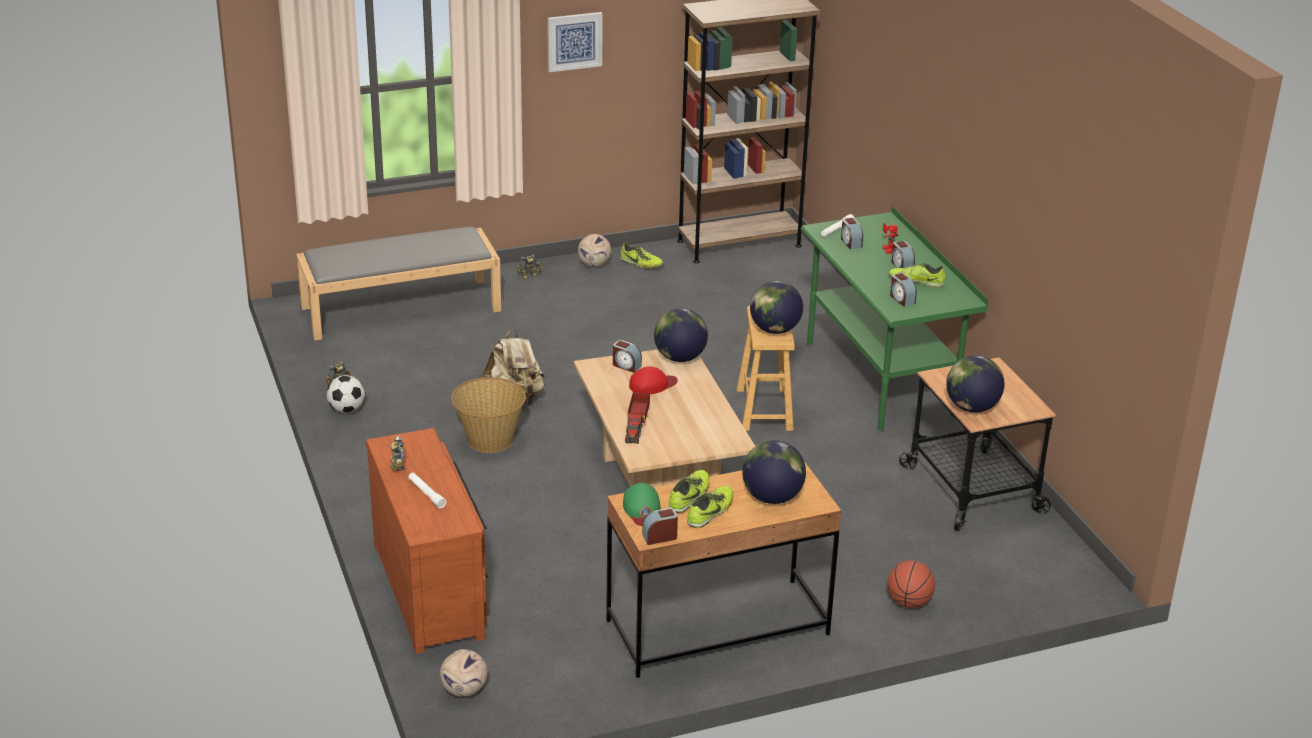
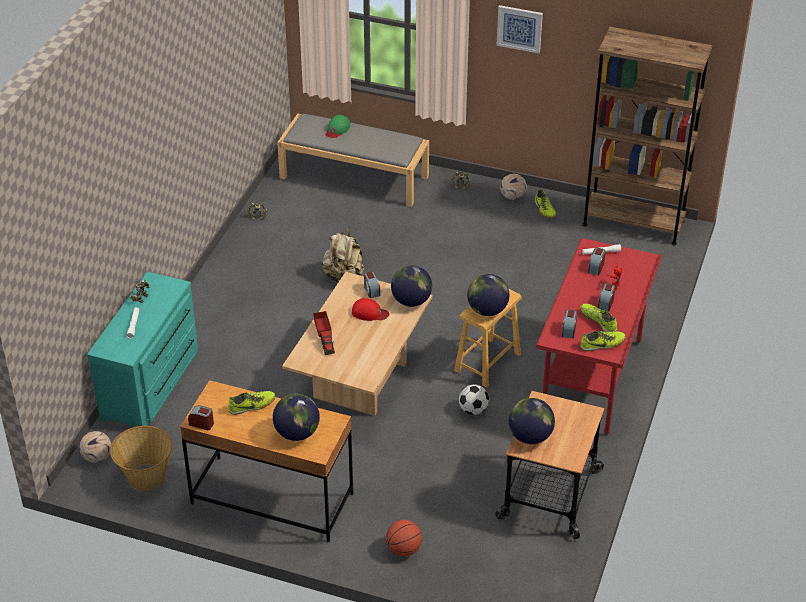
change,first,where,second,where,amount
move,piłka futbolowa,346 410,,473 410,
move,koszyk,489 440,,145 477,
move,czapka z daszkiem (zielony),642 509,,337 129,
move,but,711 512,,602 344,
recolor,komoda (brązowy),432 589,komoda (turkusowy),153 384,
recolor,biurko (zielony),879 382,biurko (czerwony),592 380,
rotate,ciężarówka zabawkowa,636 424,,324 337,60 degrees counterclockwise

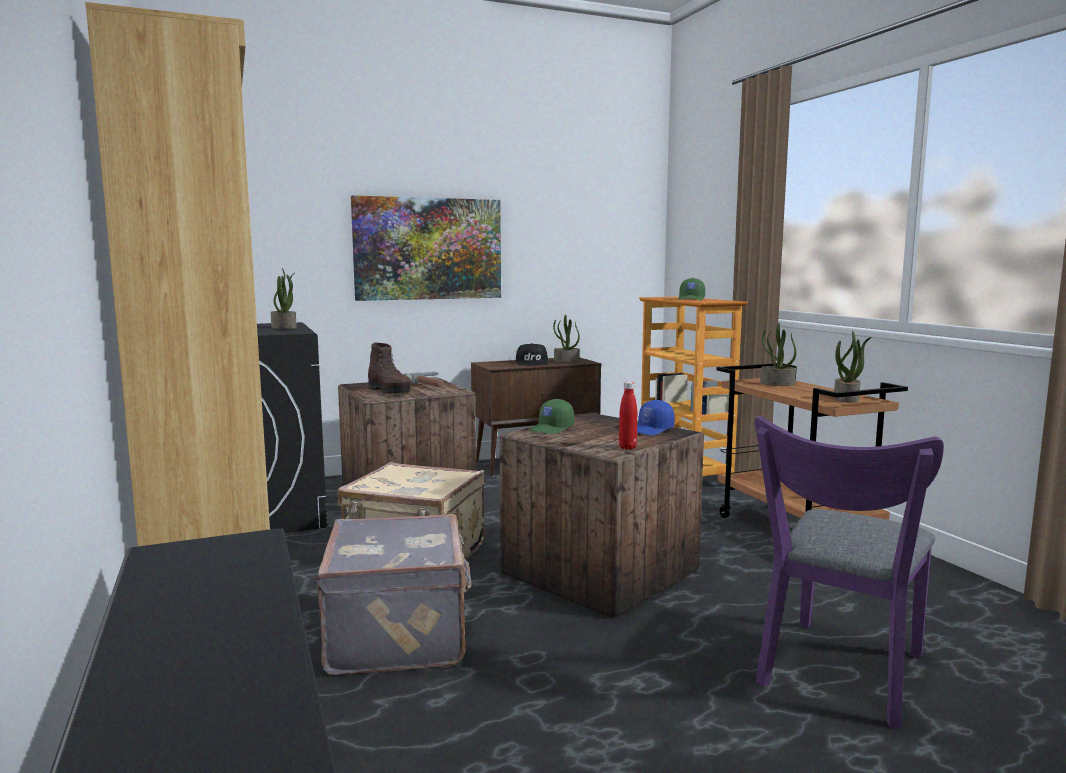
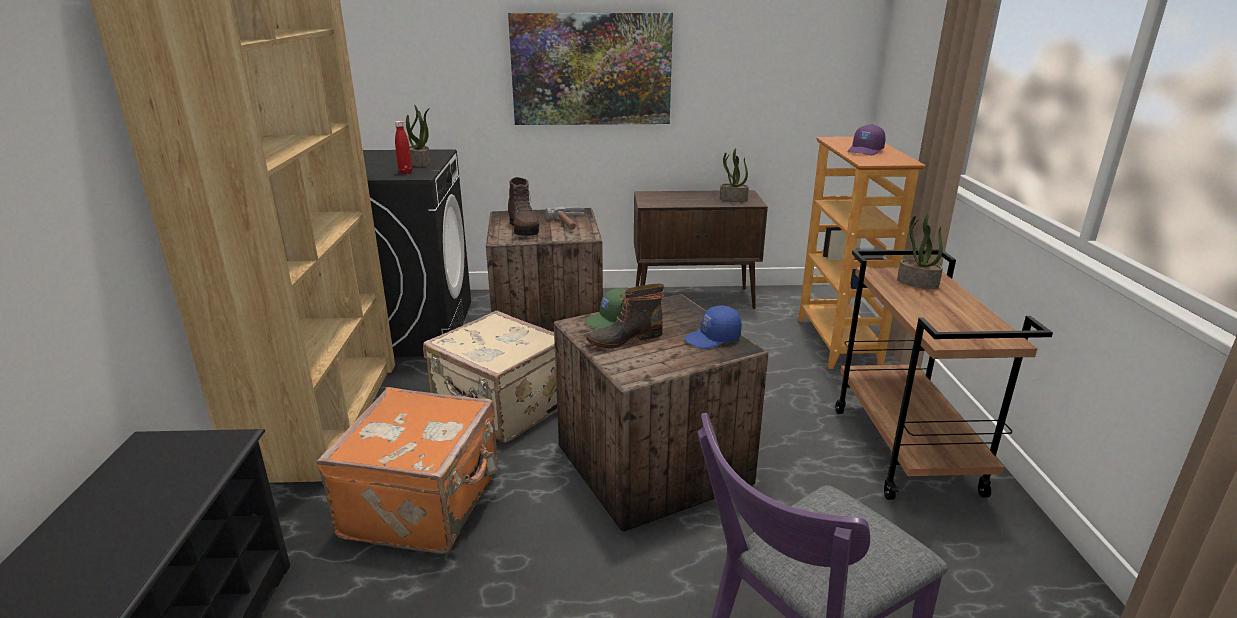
change,first,where,second,where,amount
delete,czapka z daszkiem (czarny),532 362,,,
delete,roślina doniczkowa,847 399,,,
insert,,,but z cholewką,624 338,
move,butelka (czerwony),627 447,,405 172,
recolor,walizka (szary),400 634,walizka (pomarańczowy),425 503,
recolor,czapka z daszkiem (zielony),691 299,czapka z daszkiem (fioletowy),865 151,

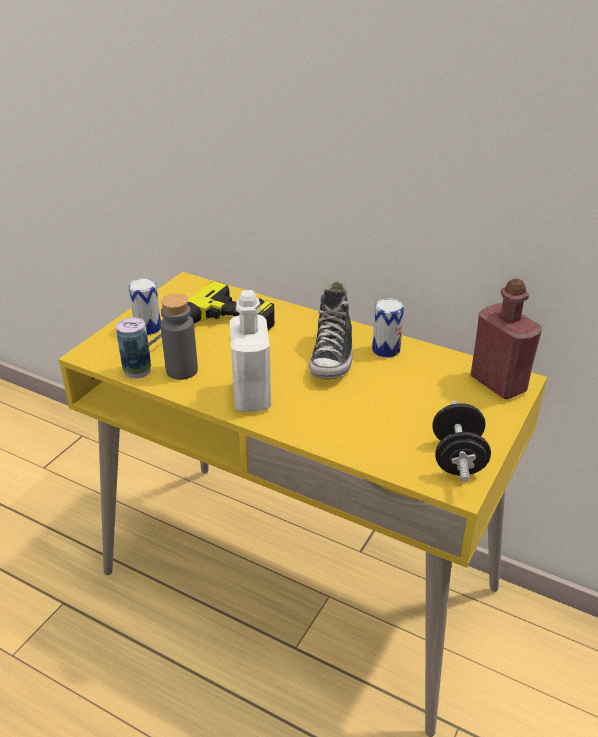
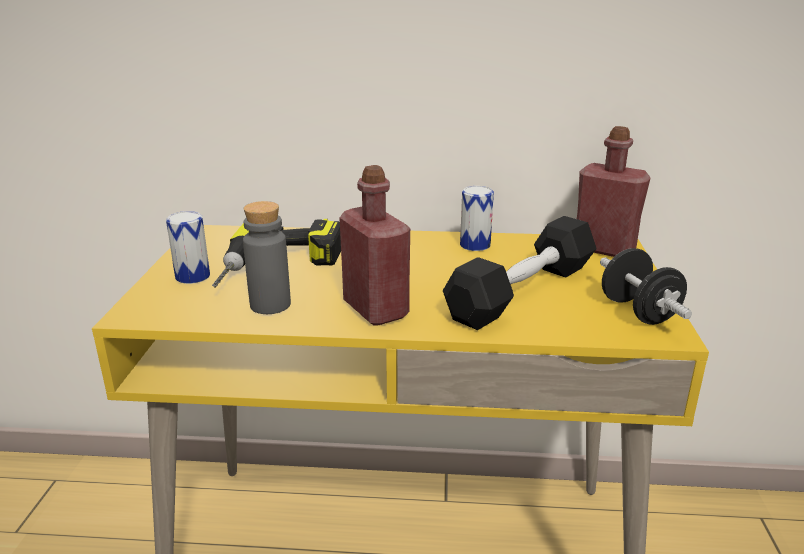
change,first,where,second,where,amount
delete,puszka,137 370,,,
delete,but,332 356,,,
insert,,,hantel (czarny),523 291,
recolor,butelka (biały),251 396,butelka (czerwony),375 309,

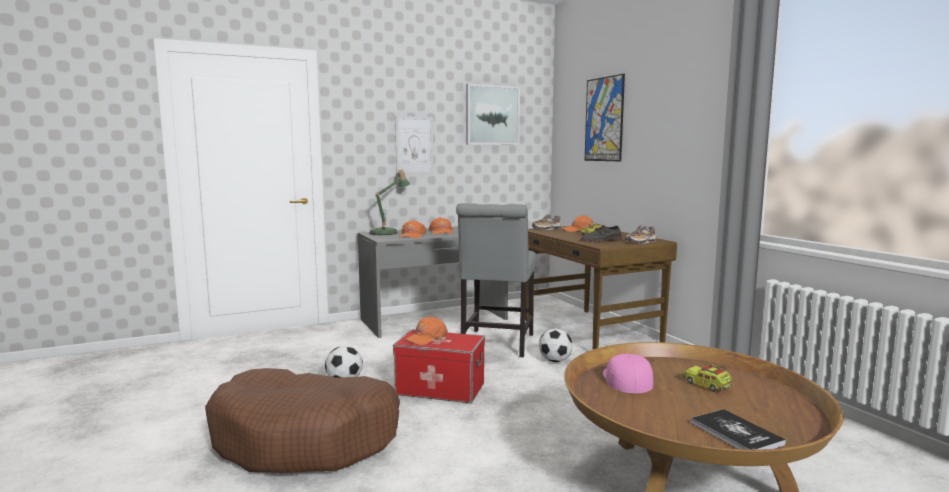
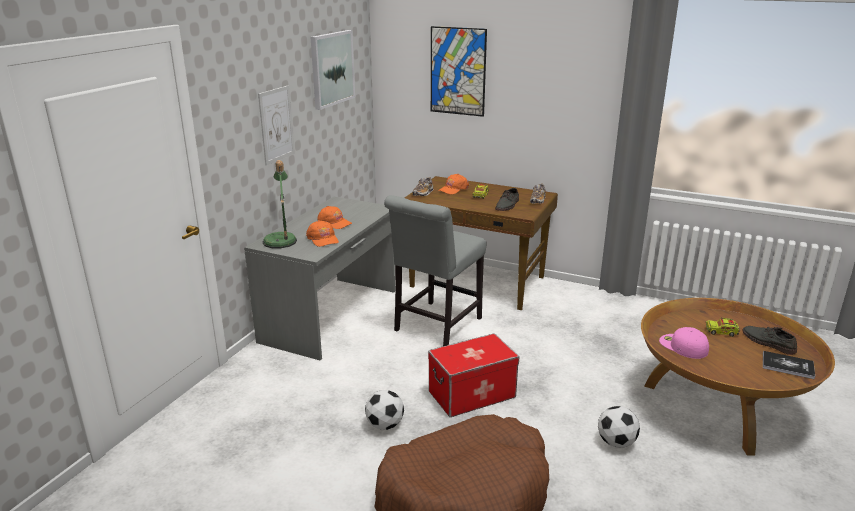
change,first,where,second,where,amount
delete,czapka z daszkiem (pomarańczowy),426 338,,,
insert,,,but (szary),768 342,
move,piłka futbolowa,555 361,,616 442,
rotate,krzesło (szary),496 345,,435 326,60 degrees clockwise

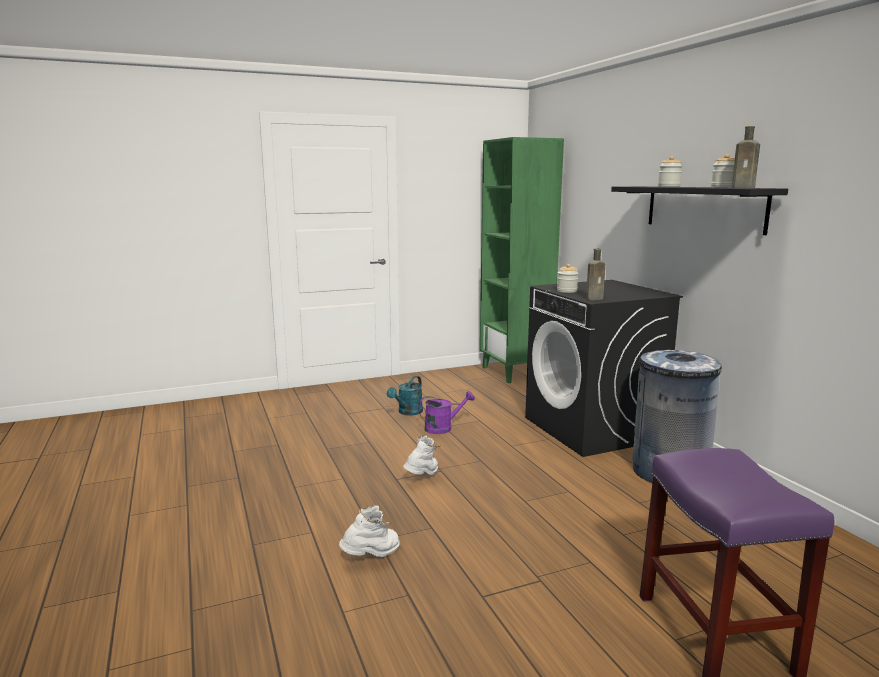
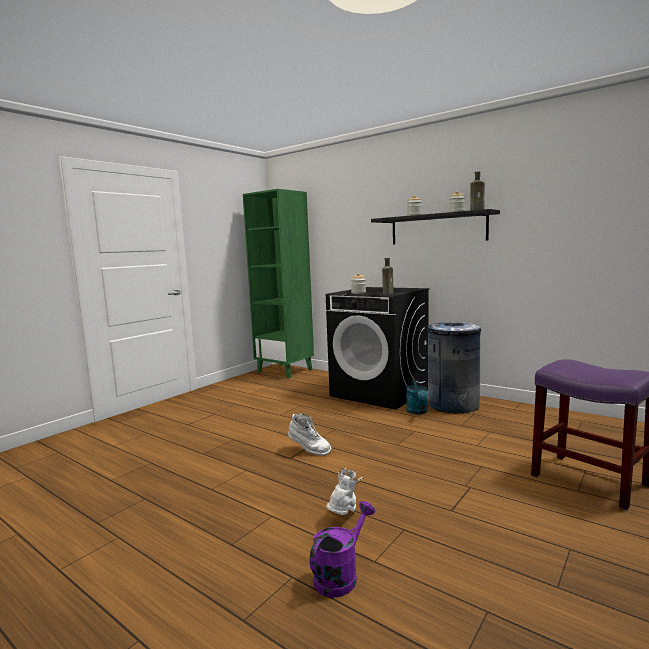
change,first,where,second,where,amount
move,konewka (turkusowy),408 412,,418 412,
move,konewka (fioletowy),443 428,,340 575,
rotate,but z cholewką (biały),423 477,,308 451,120 degrees clockwise

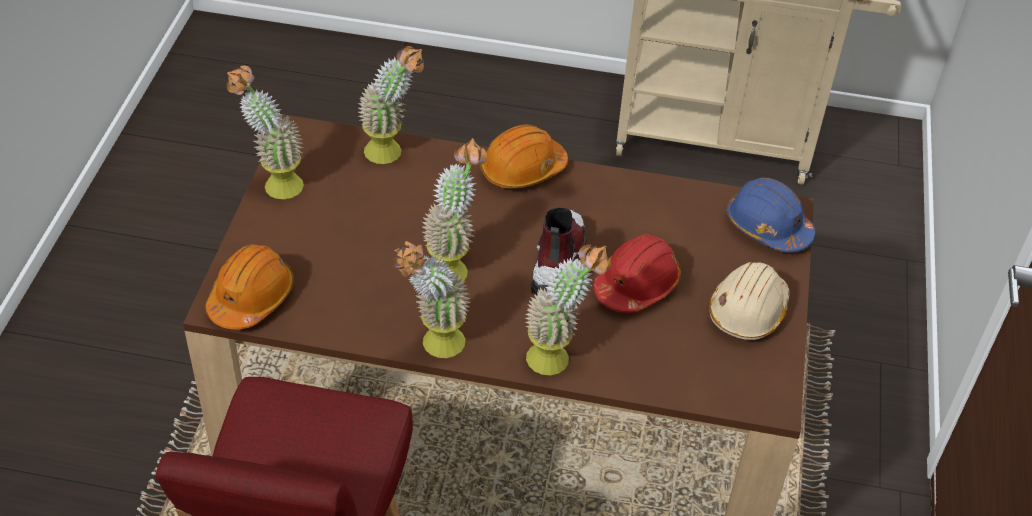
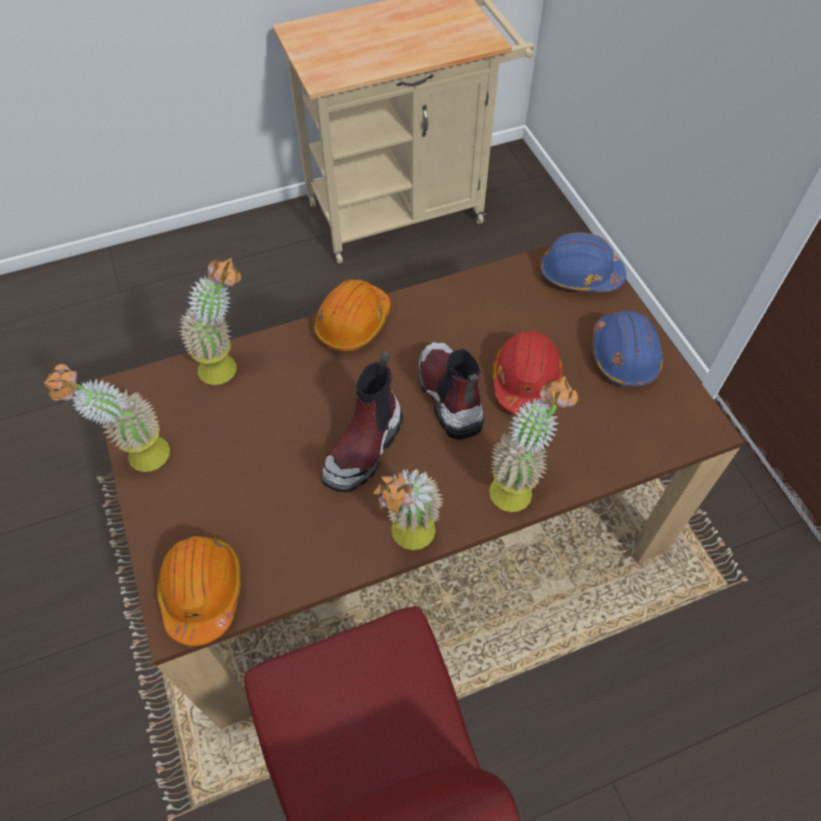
change,first,where,second,where,amount
replace,roślina doniczkowa,453 265,but z cholewką,364 448,
recolor,kask (beżowy),748 311,kask (niebieski),623 356,

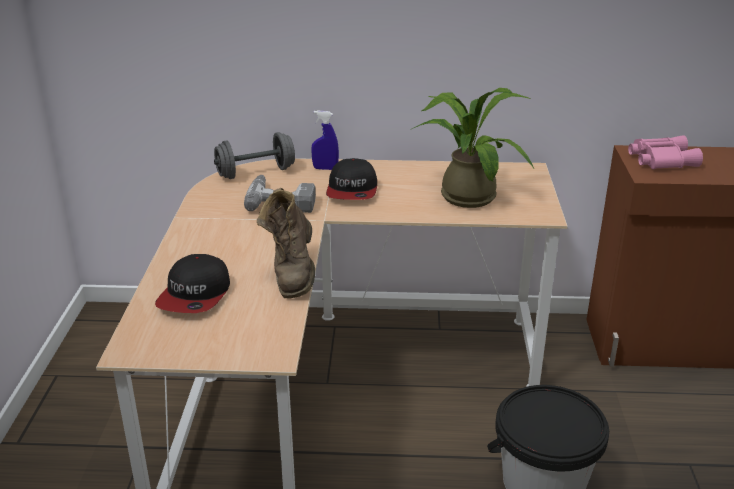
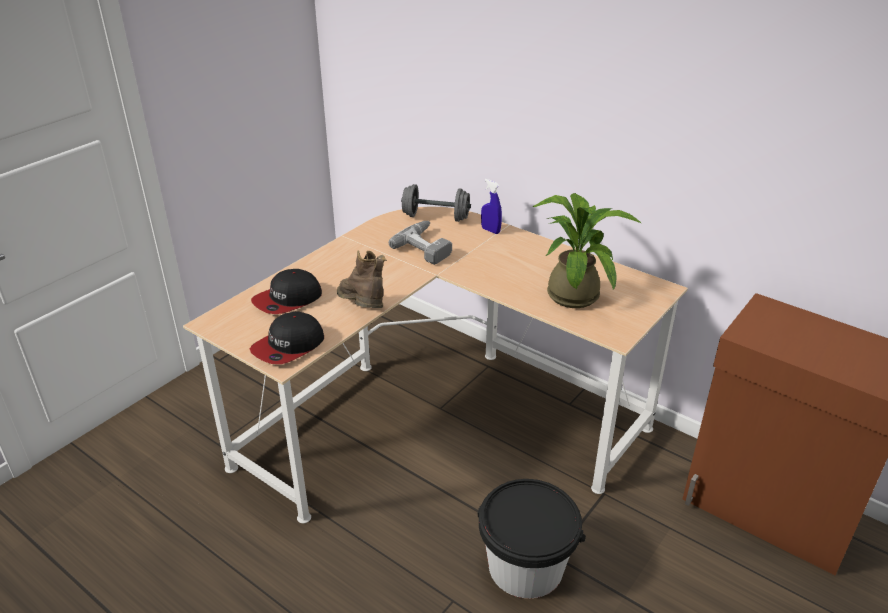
change,first,where,second,where,amount
delete,lornetka (różowy),660 160,,,
move,czapka z daszkiem,352 190,,289 346,
rotate,but z cholewką (brązowy),293 274,,364 310,120 degrees clockwise

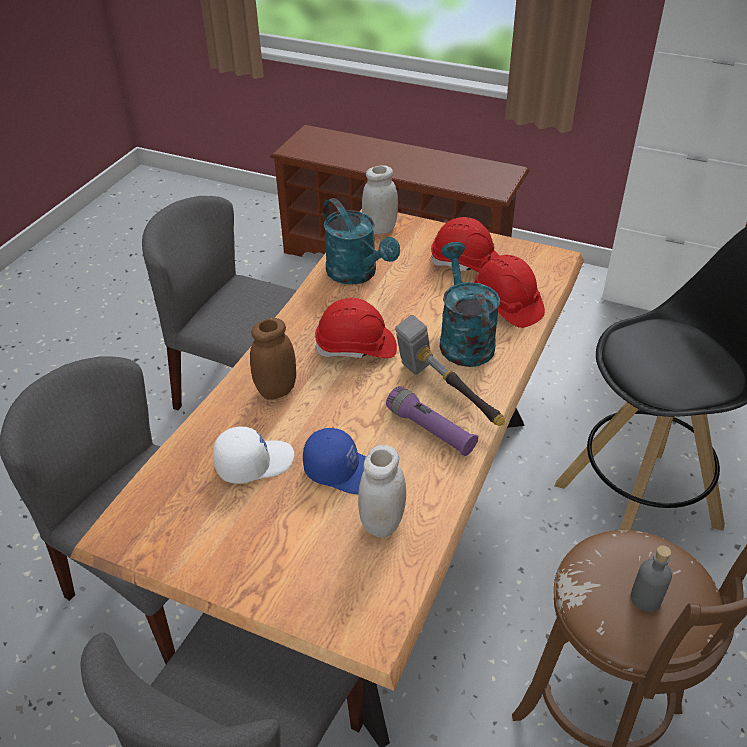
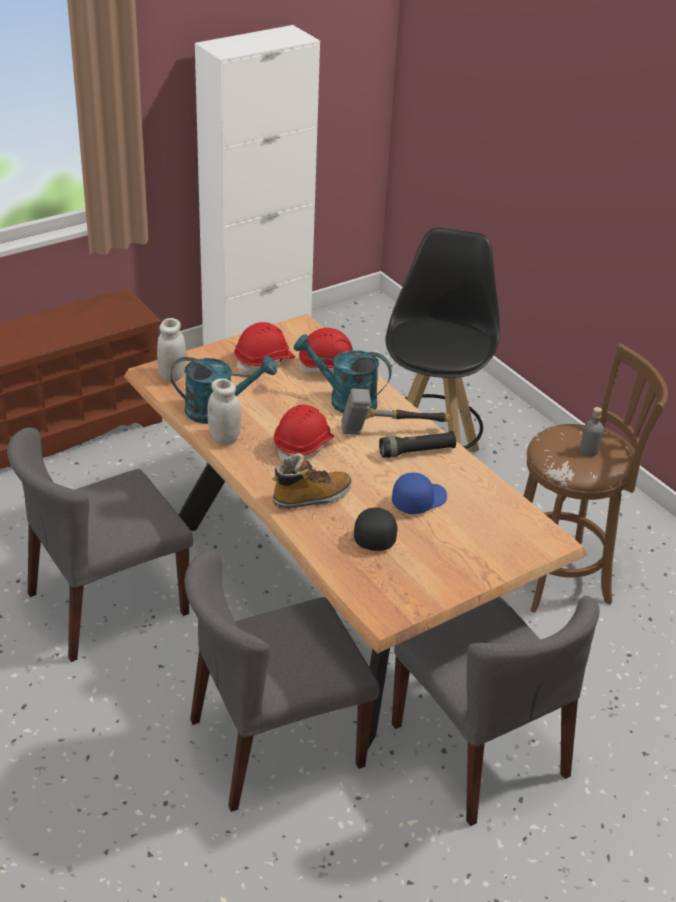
change,first,where,second,where,amount
move,słoik (biały),382 523,,224 438,
replace,słoik (brązowy),276 390,but z cholewką,311 497,
recolor,czapka z daszkiem (biały),254 462,czapka z daszkiem (czarny),375 534,
recolor,latarka (fioletowy),430 430,latarka (czarny),417 452,

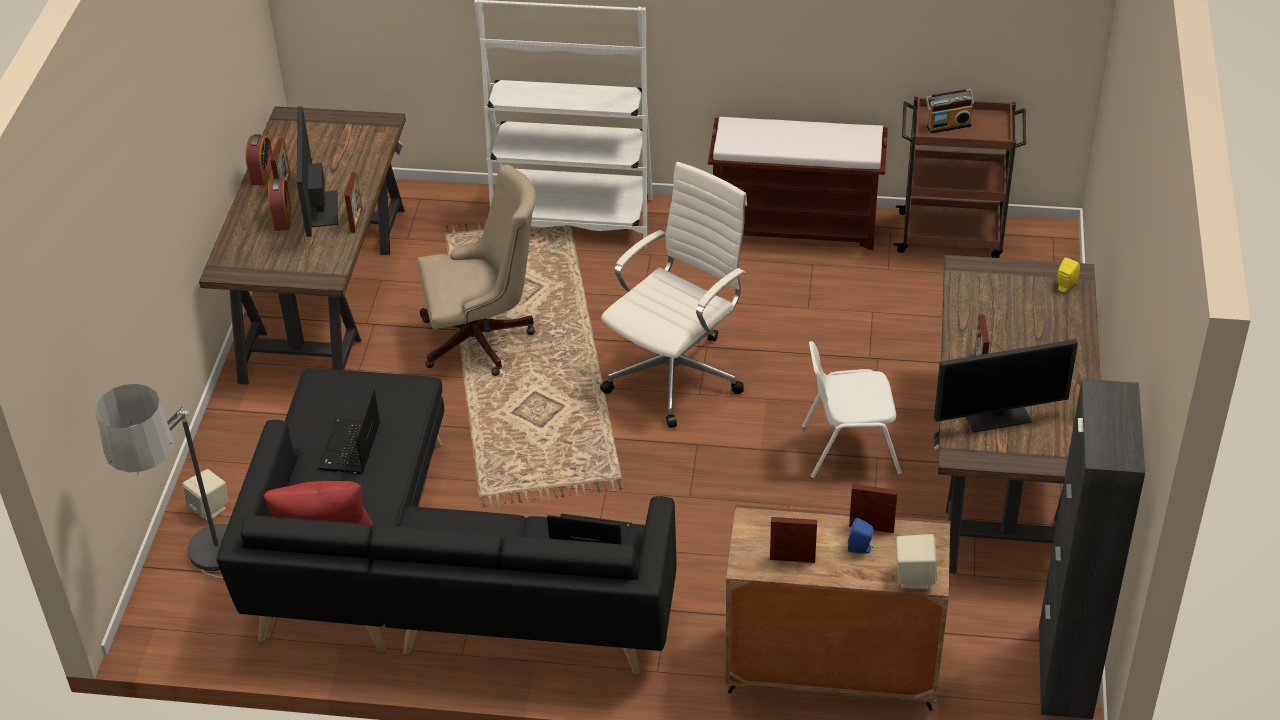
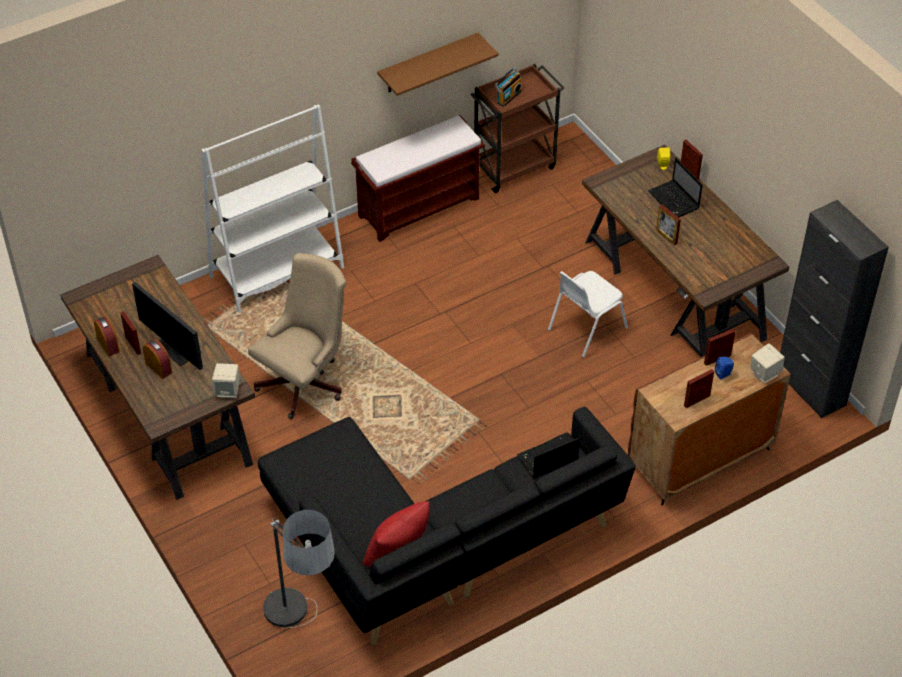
change,first,where,second,where,amount
delete,krzesło biurowe (biały),677 373,,,
delete,monitor,997 414,,,
insert,,,półka (brązowy),428 63,
move,głośnik (beżowy),210 508,,228 390,
move,laptop,350 448,,674 201,
move,ramka na zdjęcie,356 220,,689 172,

